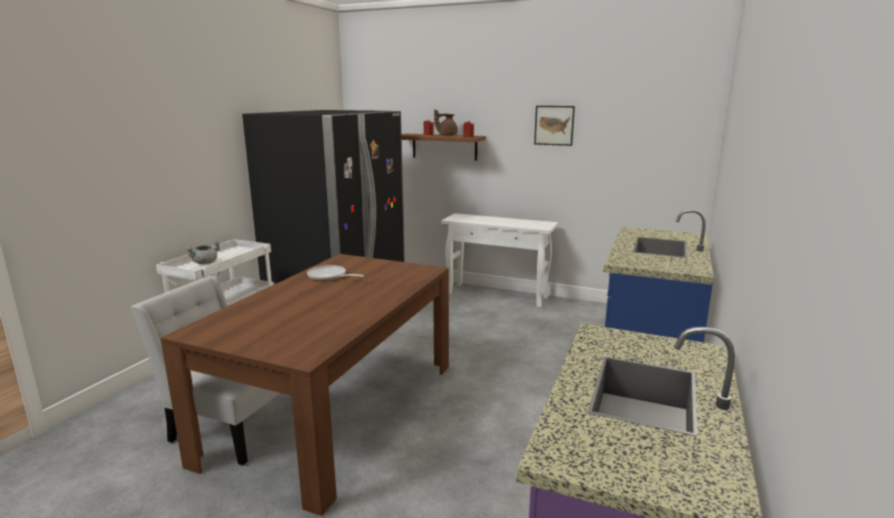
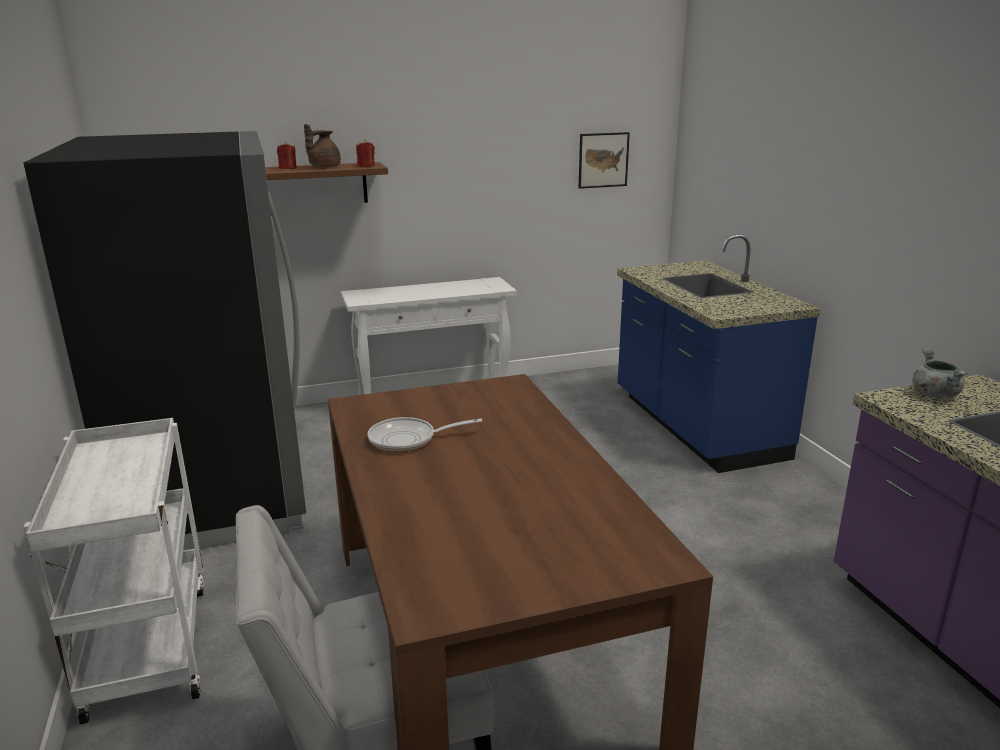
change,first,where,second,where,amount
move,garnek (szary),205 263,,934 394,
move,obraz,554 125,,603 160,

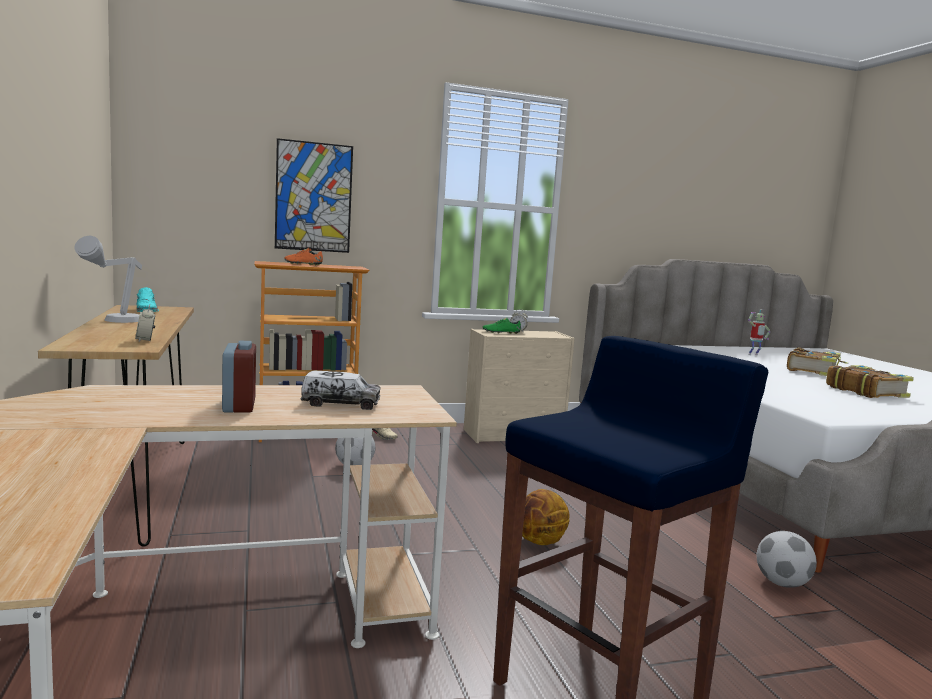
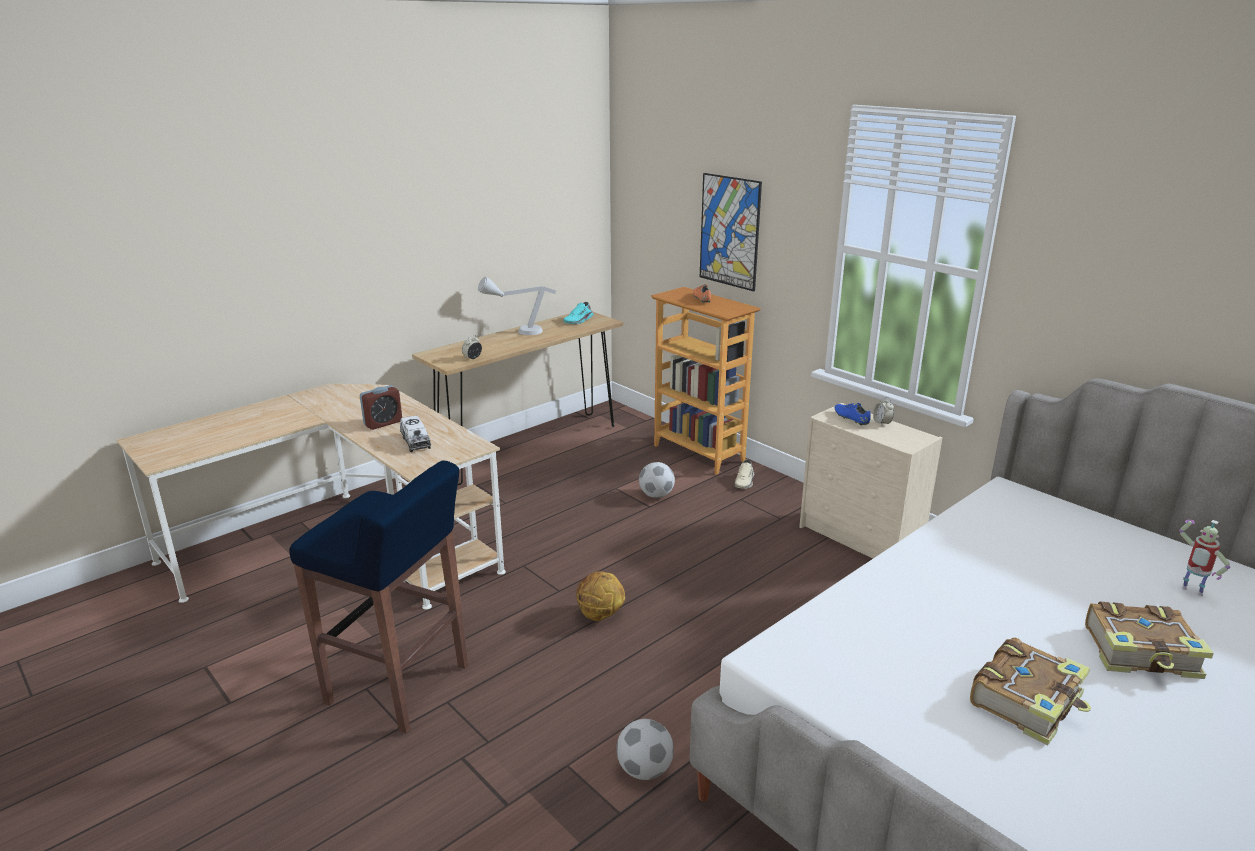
change,first,where,second,where,amount
recolor,but (zielony),501 332,but (niebieski),851 418,

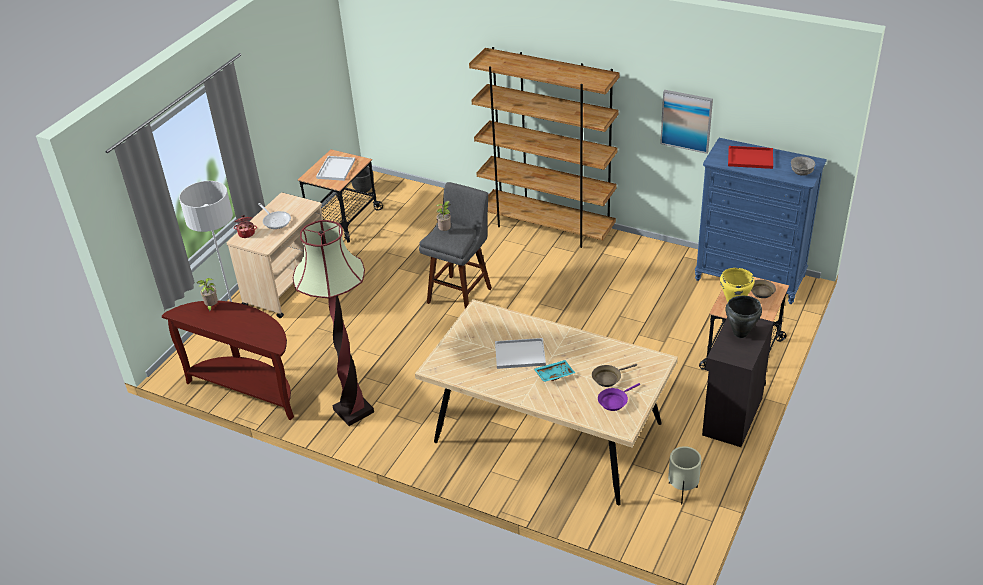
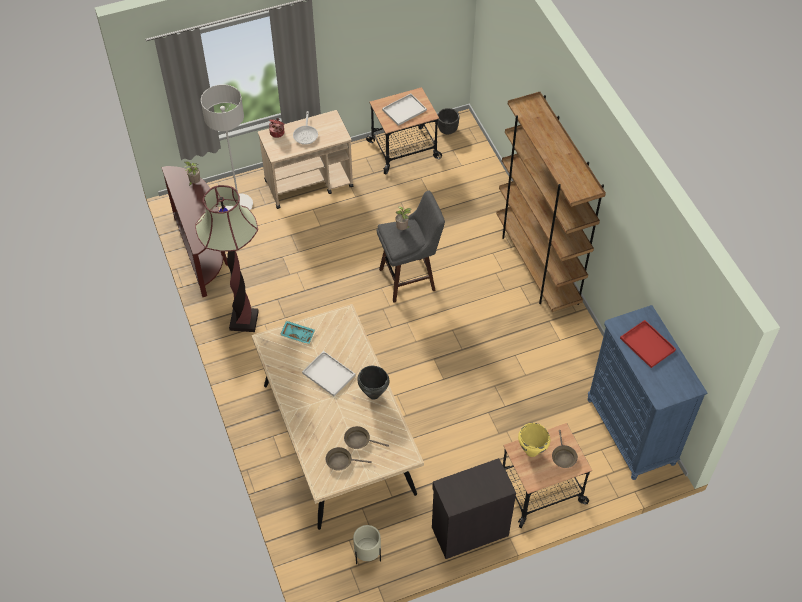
change,first,where,second,where,amount
delete,obraz,686 120,,,
delete,miska (szary),802 172,,,
move,taca (turkusowy),554 374,,298 334,
move,garnek (czarny),740 333,,373 394,
recolor,patelnia (fioletowy),614 401,patelnia (brązowy),341 461,

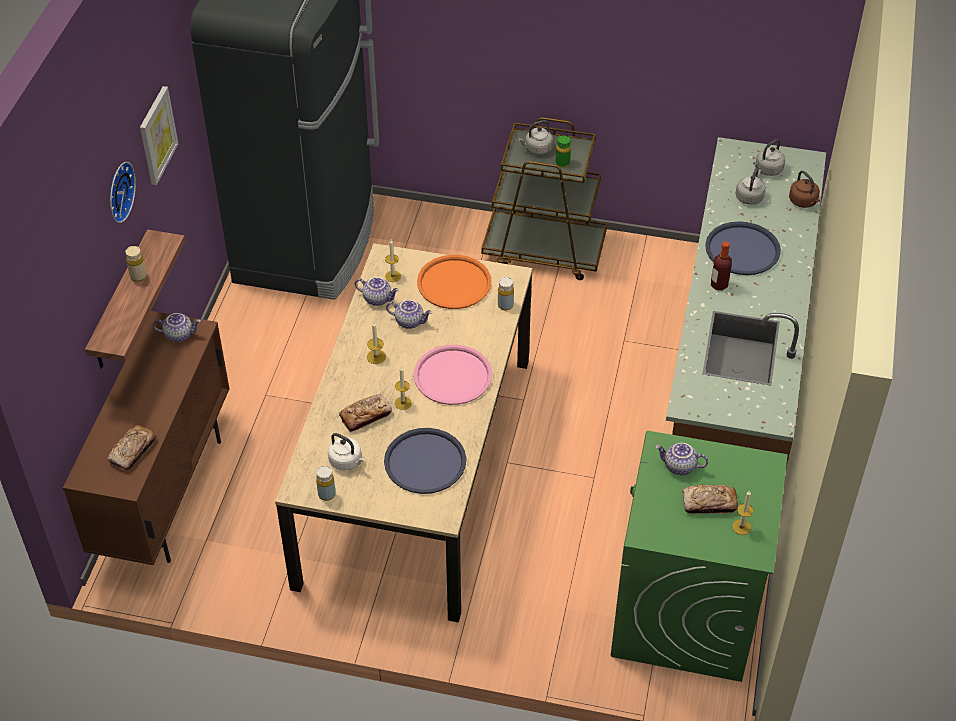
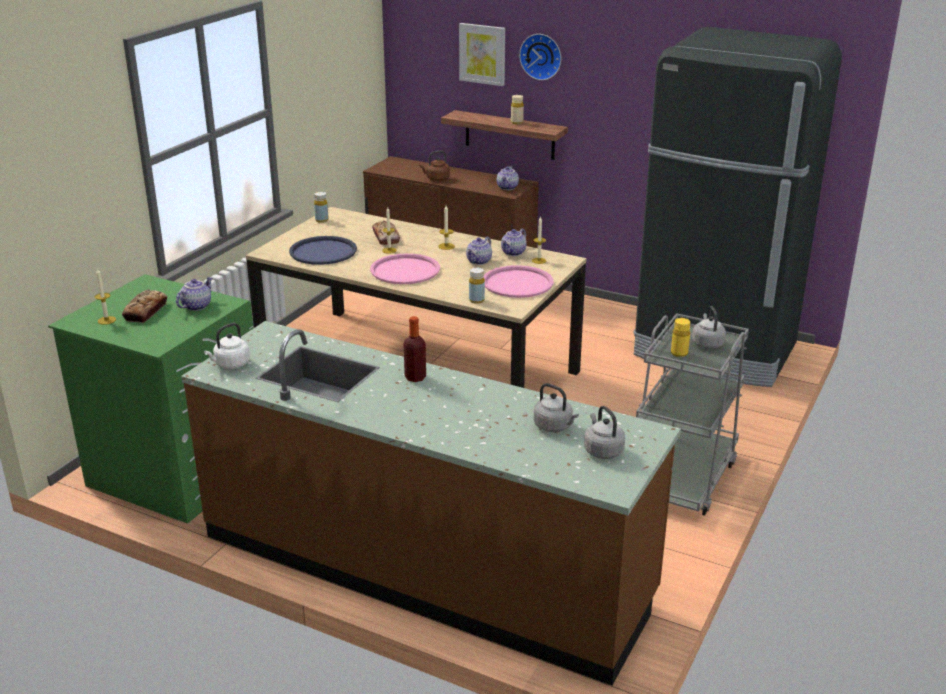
change,first,where,second,where,amount
delete,chleb,133 451,,,
delete,taca (niebieski),742 250,,,
move,obraz,157 135,,482 54,
move,czajnik (biały),347 461,,230 364,
move,czajnik (brązowy),803 202,,436 179,
recolor,taca (pomarańczowy),454 283,taca (różowy),517 283,
recolor,wózek (brązowy),544 250,wózek (szary),682 478,
recolor,butelka (zielony),562 163,butelka (żółty),679 353,

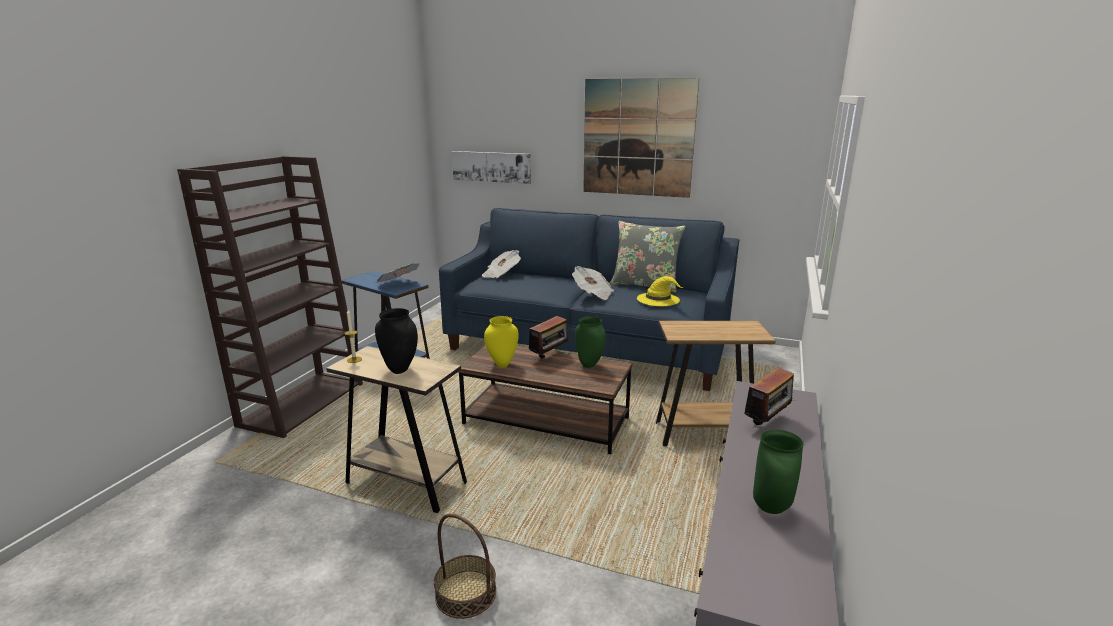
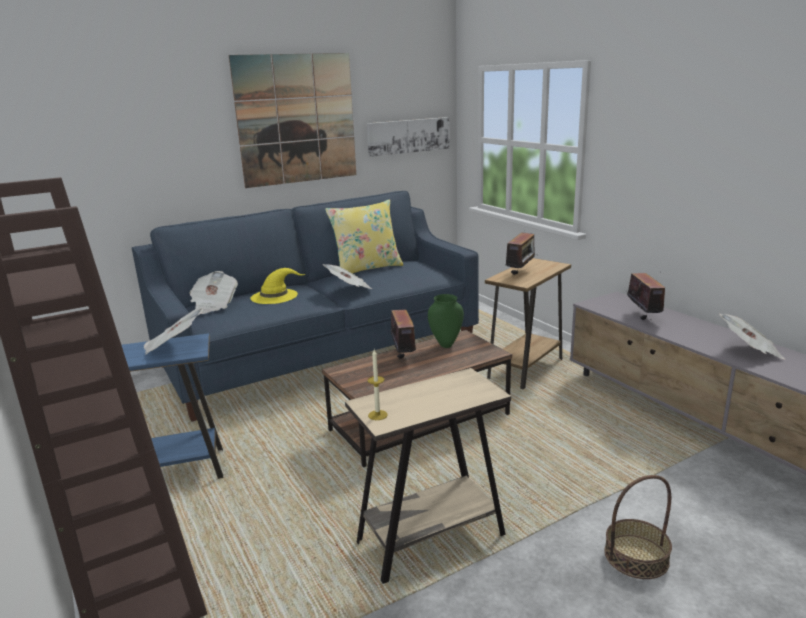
change,first,where,second,where,amount
delete,wazon (czarny),399 370,,,
delete,wazon (żółty),502 364,,,
insert,,,radio,520 273,
move,obraz,491 166,,408 136,
move,kapelusz (żółty),658 299,,275 296,
replace,wazon (zielony),772 508,gazeta,749 351,
recolor,poduszka (szary),645 285,poduszka (żółty),367 268,

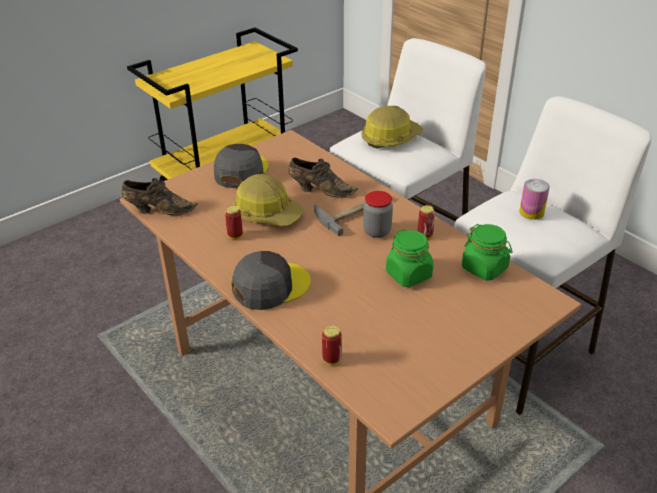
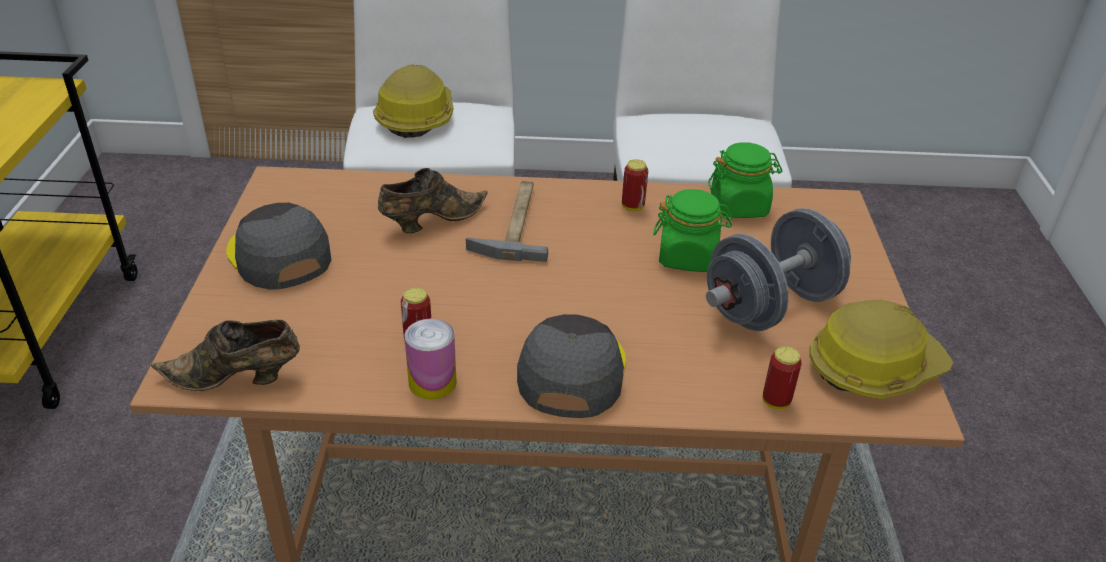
change,first,where,second,where,amount
delete,słoik,377 231,,,
insert,,,hantel (szary),770 306,
move,kask,267 213,,873 367,
move,puszka,531 212,,432 382,
rotate,but (brązowy),159 210,,236 379,135 degrees counterclockwise

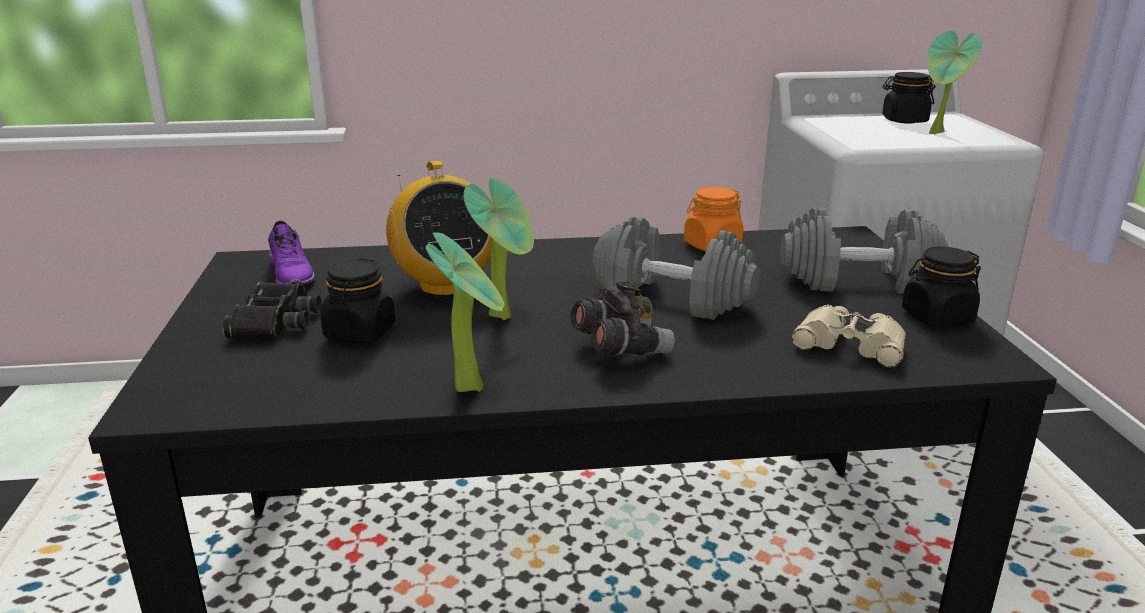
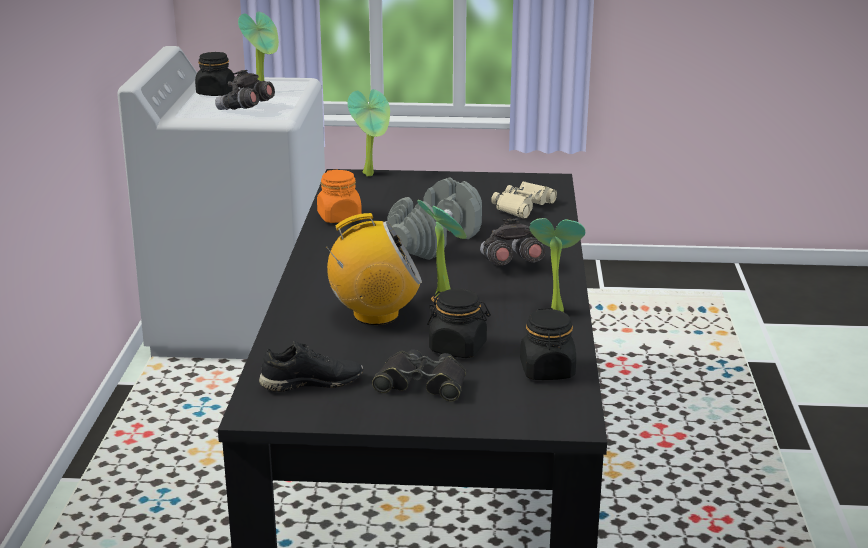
change,first,where,second,where,amount
delete,hantel (szary),858 280,,,
insert,,,lornetka (szary),245 109,
insert,,,roślina doniczkowa,371 174,
move,słoik (czarny),937 317,,547 371,
recolor,but (fioletowy),292 274,but (czarny),311 382,

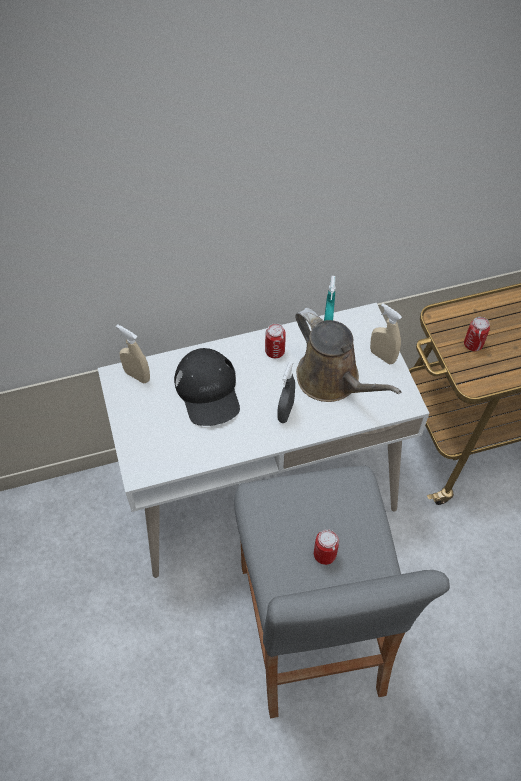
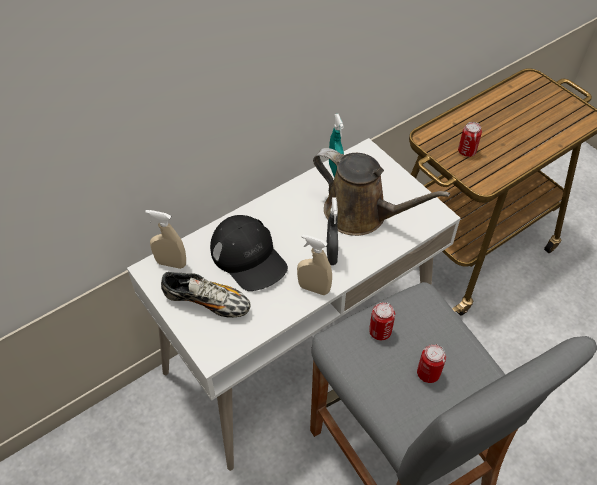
change,first,where,second,where,amount
insert,,,but,207 302,
move,puszka,275 351,,380 331,
move,spryskiwacz (beżowy),382 356,,314 288,

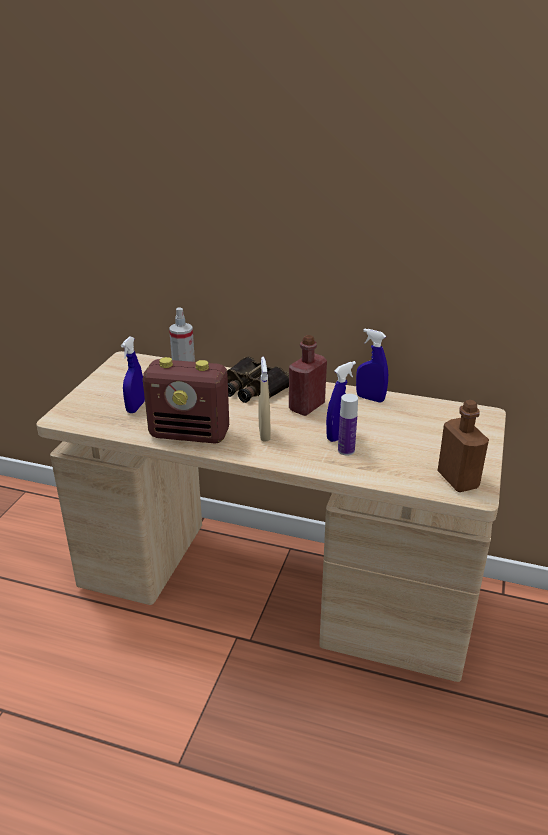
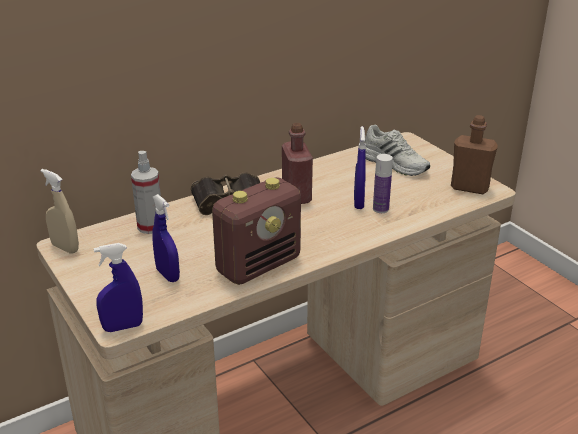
change,first,where,second,where,amount
insert,,,but (biały),395 163,
move,spryskiwacz (beżowy),264 434,,65 248,
move,spryskiwacz (niebieski),370 398,,123 327,

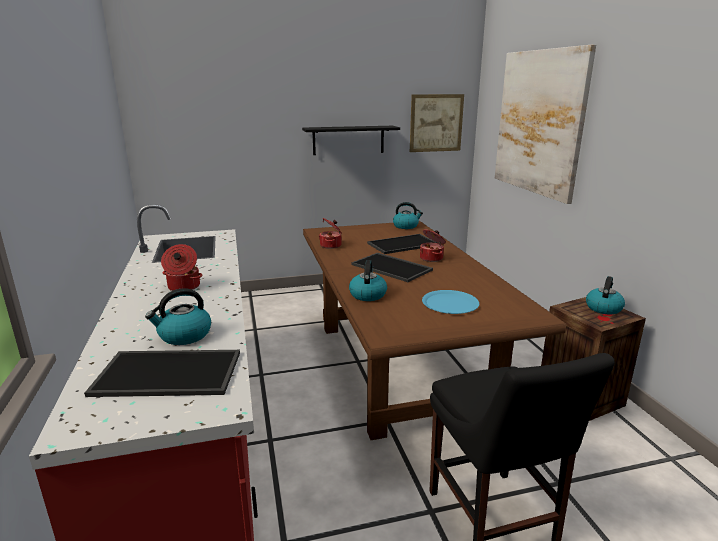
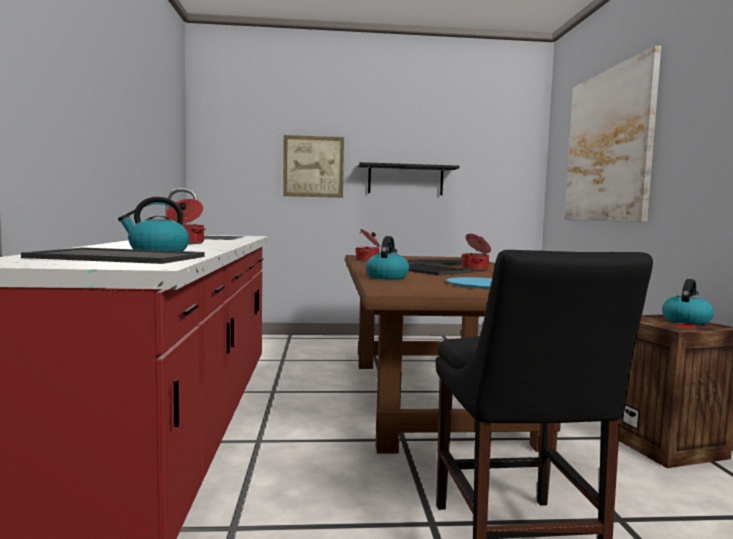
change,first,where,second,where,amount
delete,czajnik,406 226,,,
move,obraz,436 123,,313 166,

